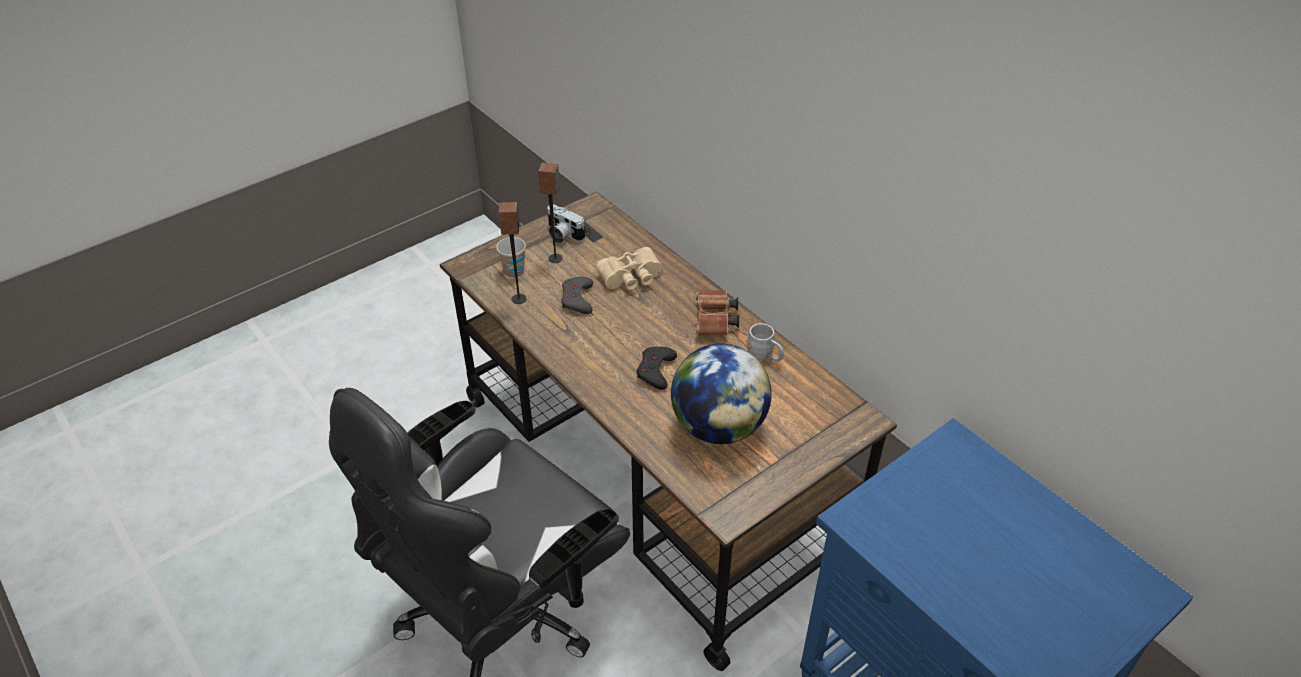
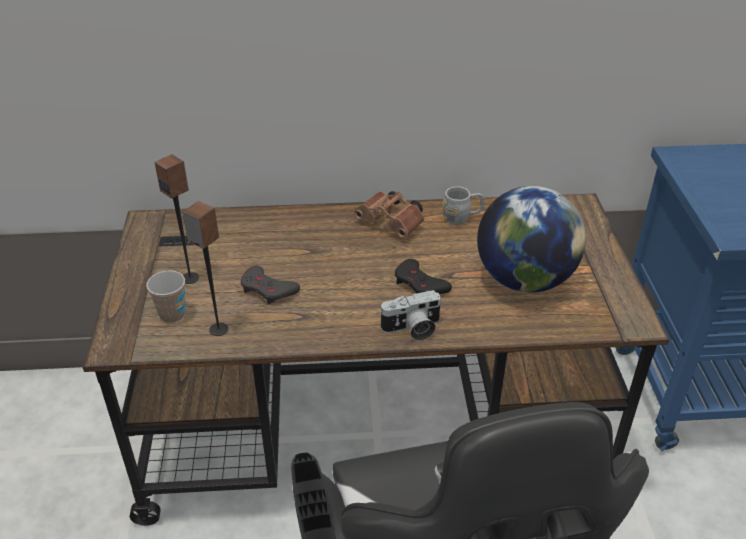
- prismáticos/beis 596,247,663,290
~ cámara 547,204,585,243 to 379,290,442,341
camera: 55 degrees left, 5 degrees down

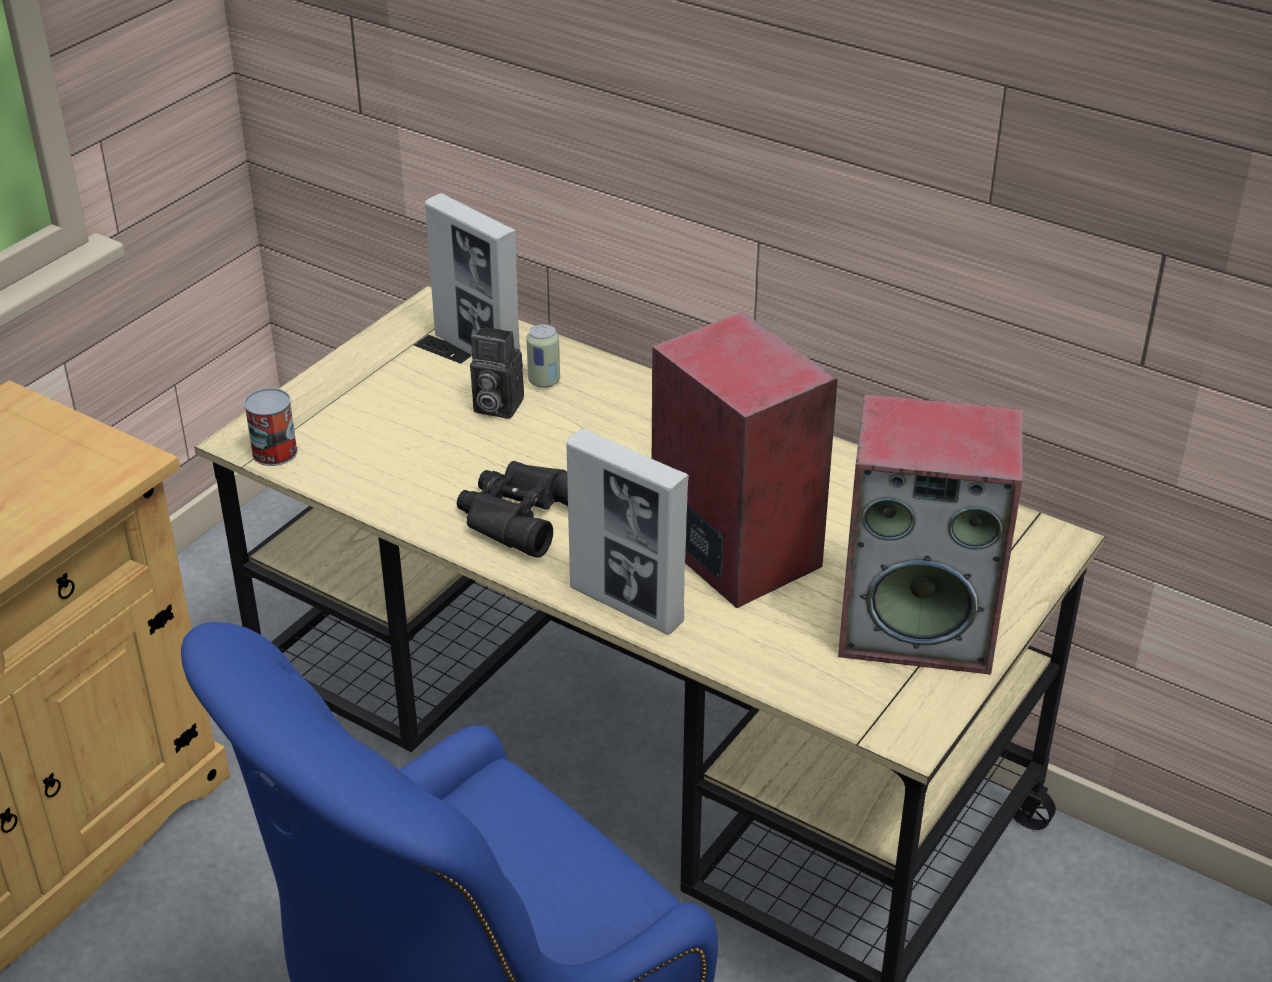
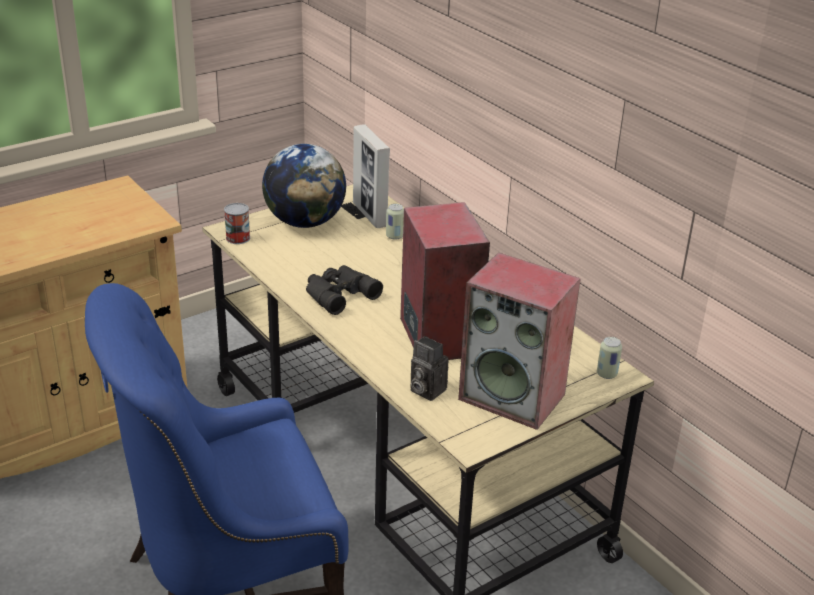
- portarretratos 567,428,689,635
+ globo terráqueo 262,144,346,228
+ lata 597,337,622,379
~ cámara 470,326,524,419 to 411,336,448,401
camera: 20 degrees right, 5 degrees down

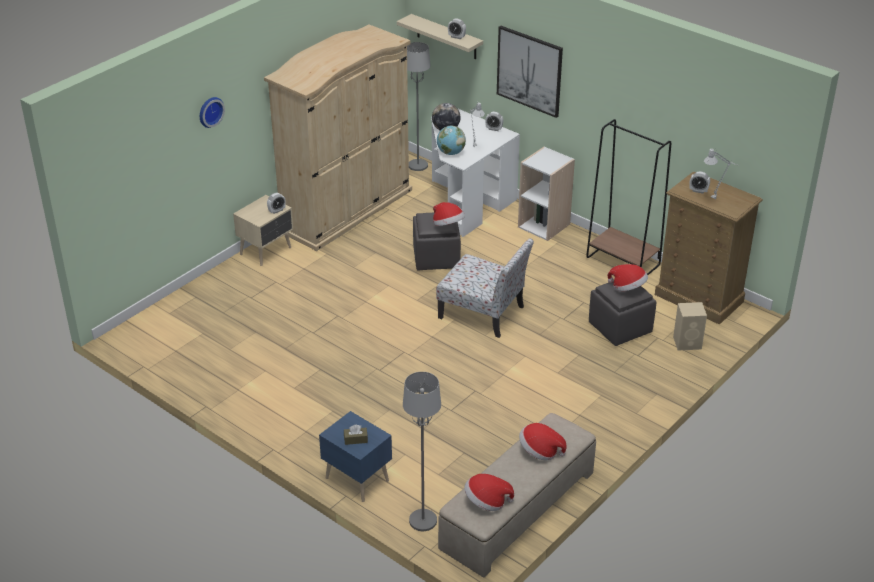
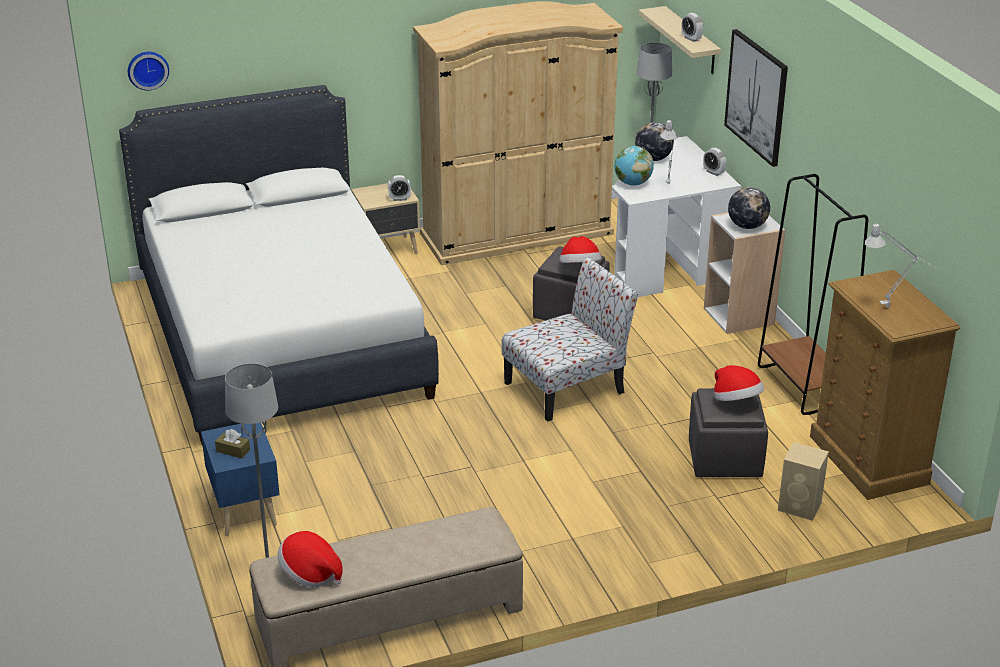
- sombrero 519,423,566,460
- despertador 689,171,710,194
+ cama/blanco 119,85,439,446
+ globo terráqueo 728,187,770,229
~ reloj de pared 200,97,225,128 to 128,52,169,91
~ silla 436,238,534,338 = 501,257,638,422 90 degrees counterclockwise
camera: 30 degrees right, 5 degrees down

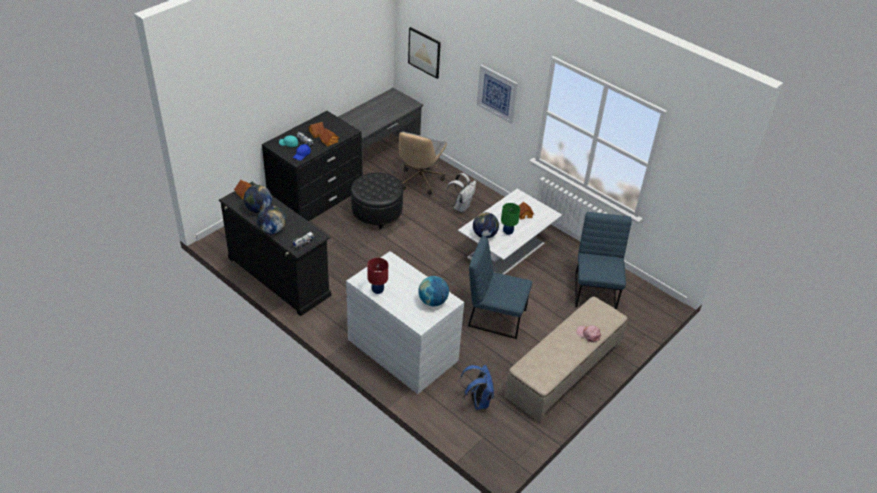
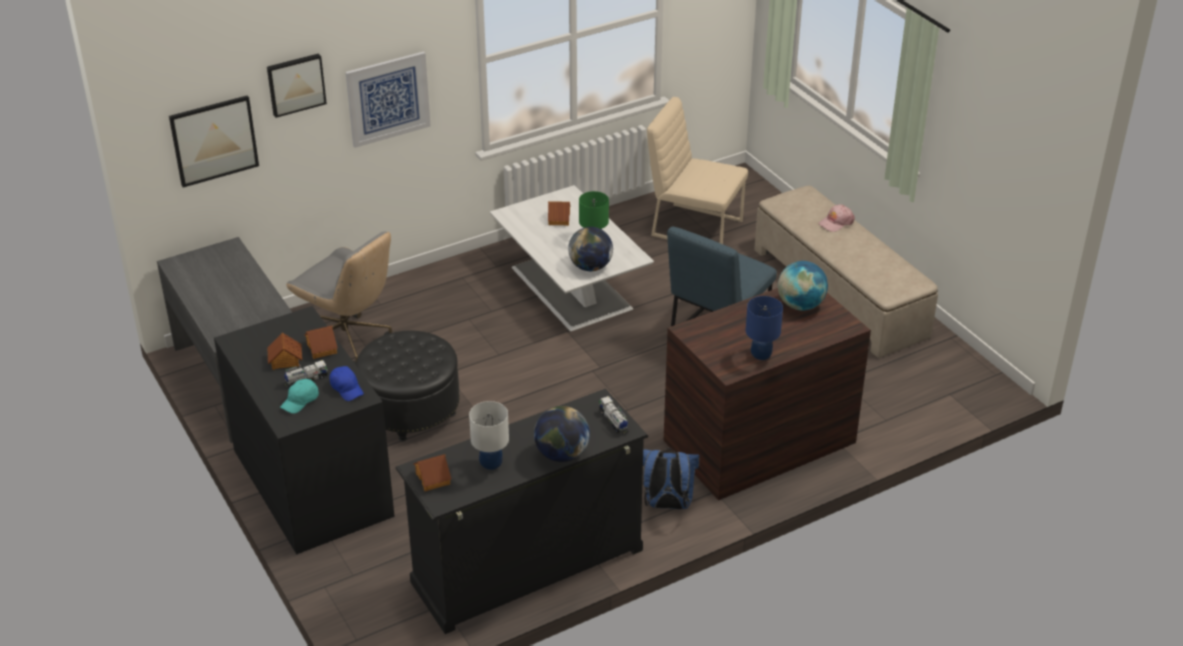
- mochila/blanco 445,173,476,213
+ cuadro 267,53,327,118
~ mochila/azul 460,365,494,409 to 643,448,699,509
~ globo terráqueo 244,185,272,213 to lámpara de mesa/blanco 469,401,509,470
~ cómoda/blanco 346,251,464,394 to cómoda/marrón 663,288,871,500
~ lámpara de mesa/rojo 367,258,388,294 to lámpara de mesa/azul 746,296,783,360
~ silla/azul 575,212,632,310 to silla/beis 647,97,748,244
camera: 70 degrees left, 5 degrees down

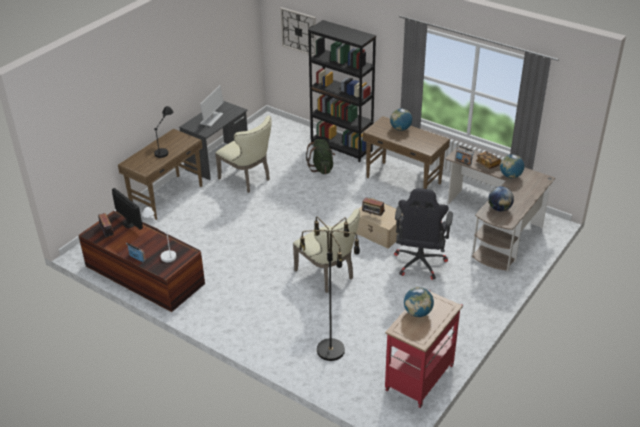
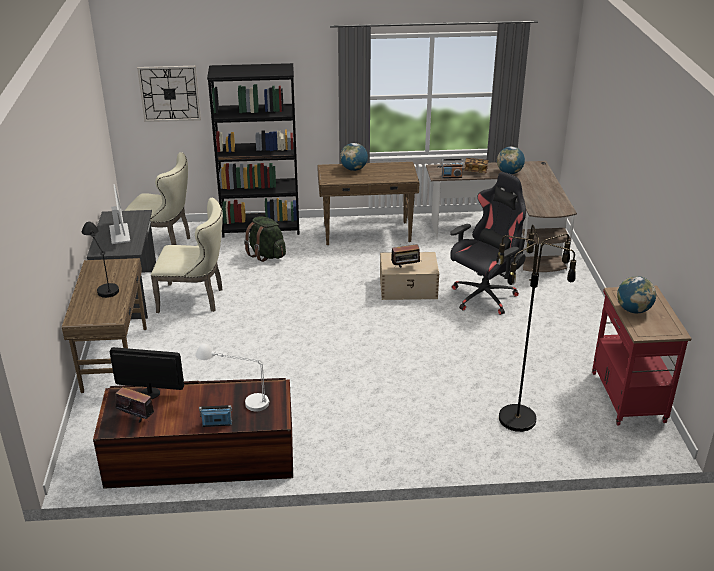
- globo terráqueo 488,186,514,211
~ silla/beis 293,209,360,293 to 125,152,190,245
~ silla de oficina/negro 394,188,453,280 = 450,172,526,315 105 degrees counterclockwise
camera: 40 degrees left, 5 degrees down

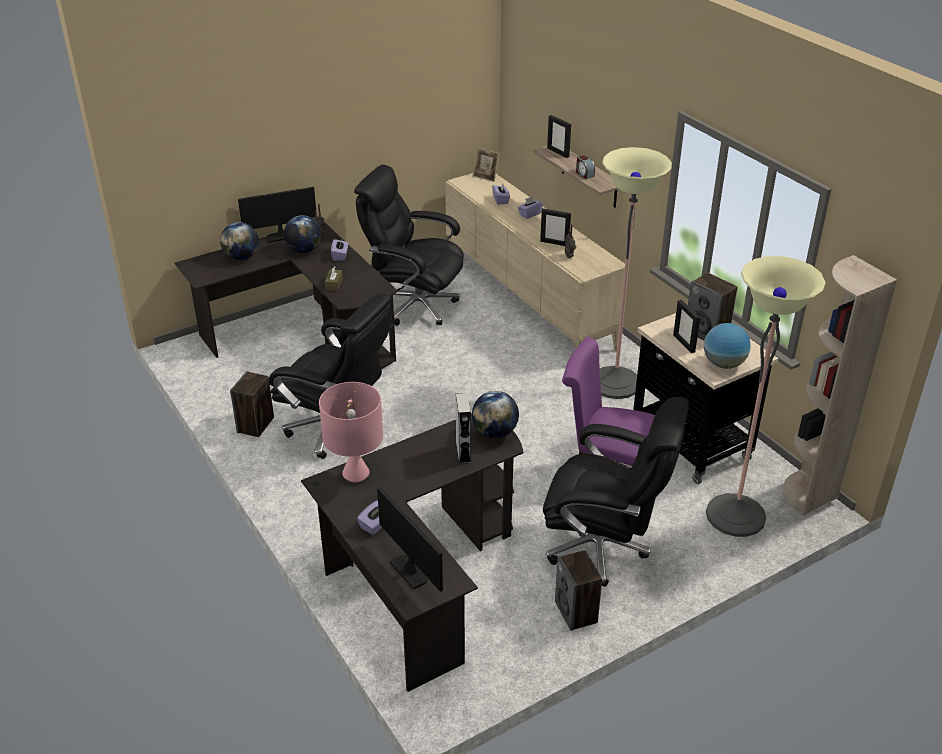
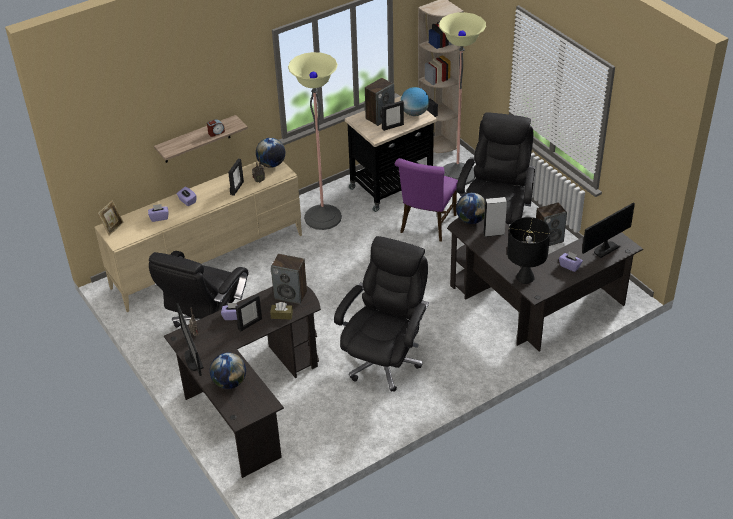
~ altavoz 230,371,274,437 to 271,254,307,304
~ globo terráqueo 284,215,321,253 to 256,138,285,168
~ portarretratos 547,115,571,158 to 235,294,262,331
~ lámpara de mesa/rosa 319,382,383,482 to lámpara de mesa/negro 507,217,550,284
camera: 90 degrees left, 5 degrees up

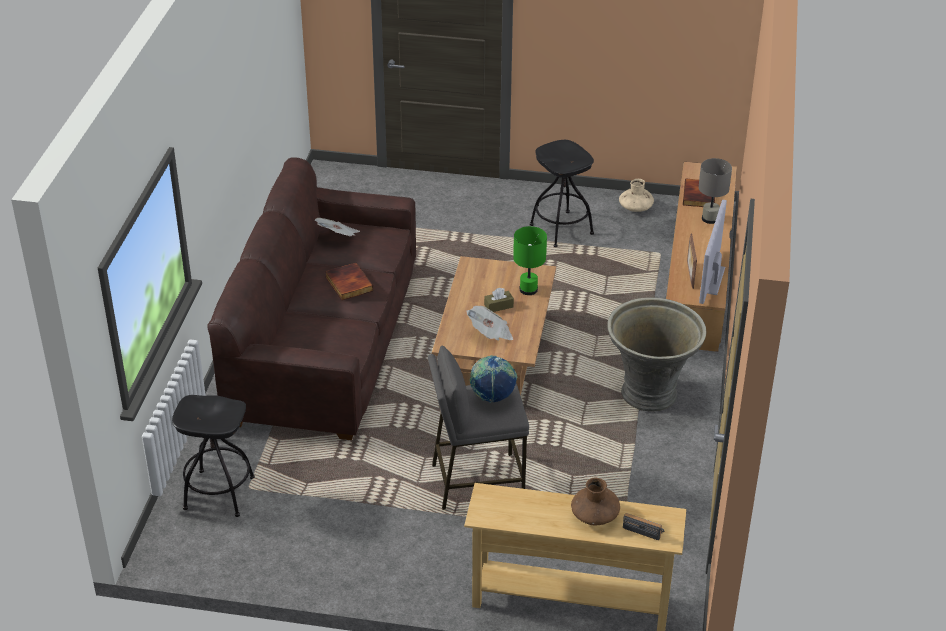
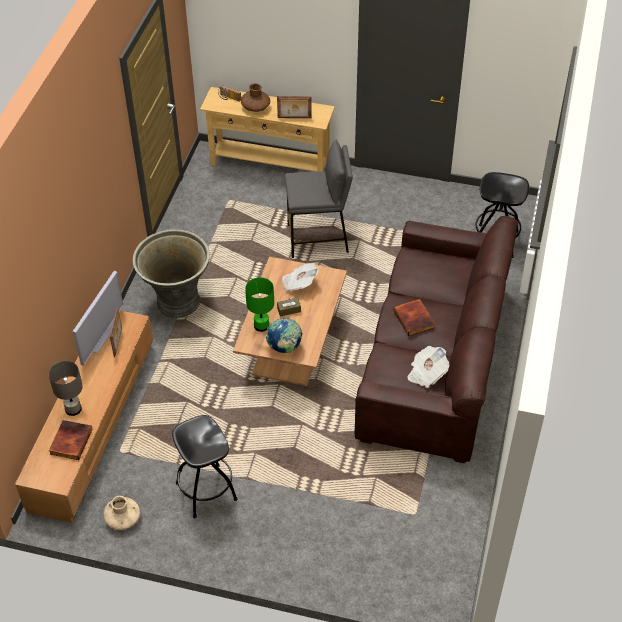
+ portarretratos 277,96,312,118
~ globo terráqueo 470,355,517,403 to 266,318,303,353
camera: 175 degrees left, 10 degrees up

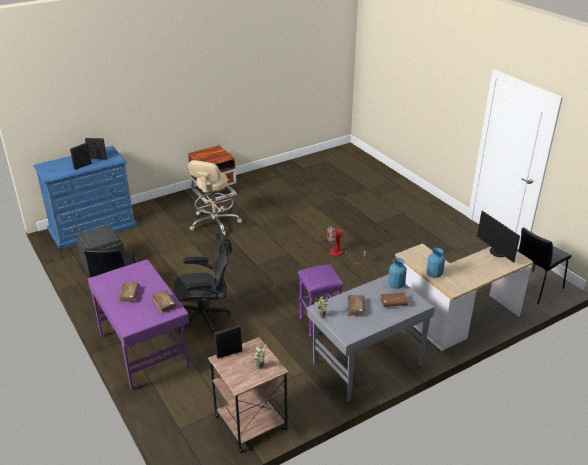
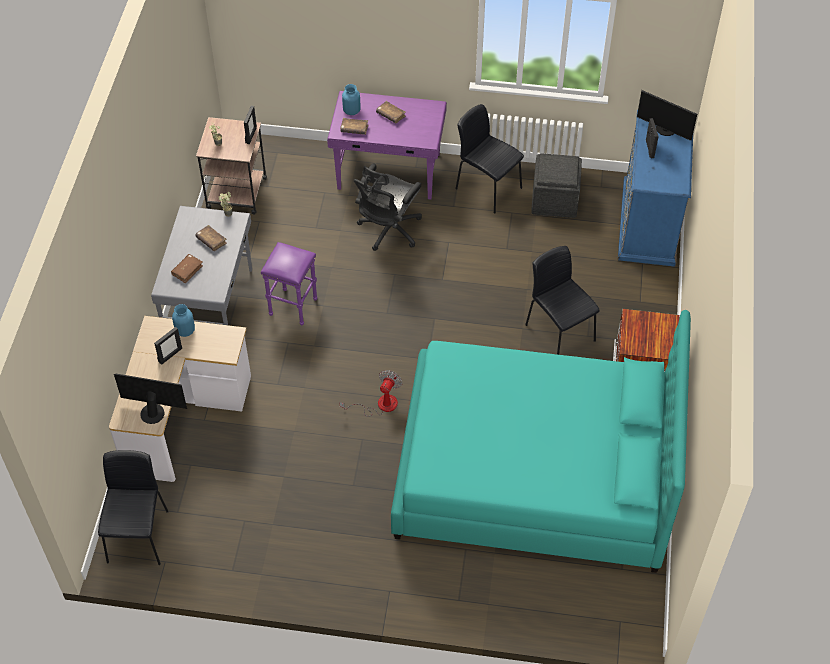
+ cama/turquesa 391,310,691,573
+ monitor 637,90,697,140
~ portarretratos 85,138,107,160 to 154,327,182,365
~ florero/azul 388,258,407,289 to 342,84,361,115
~ taburete/beis 188,160,242,236 to silla/negro 525,246,600,355
camera: 130 degrees right, 20 degrees up

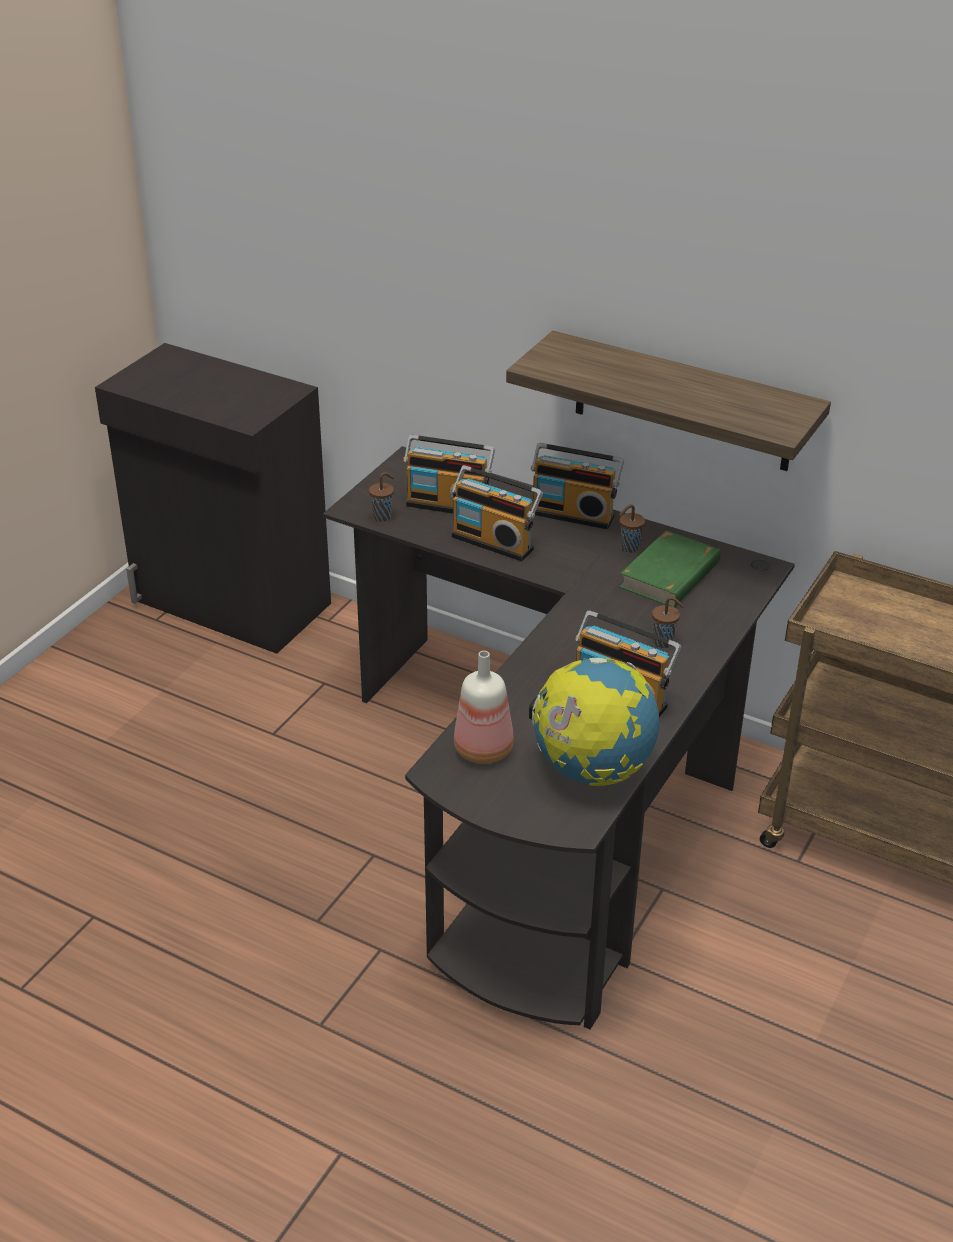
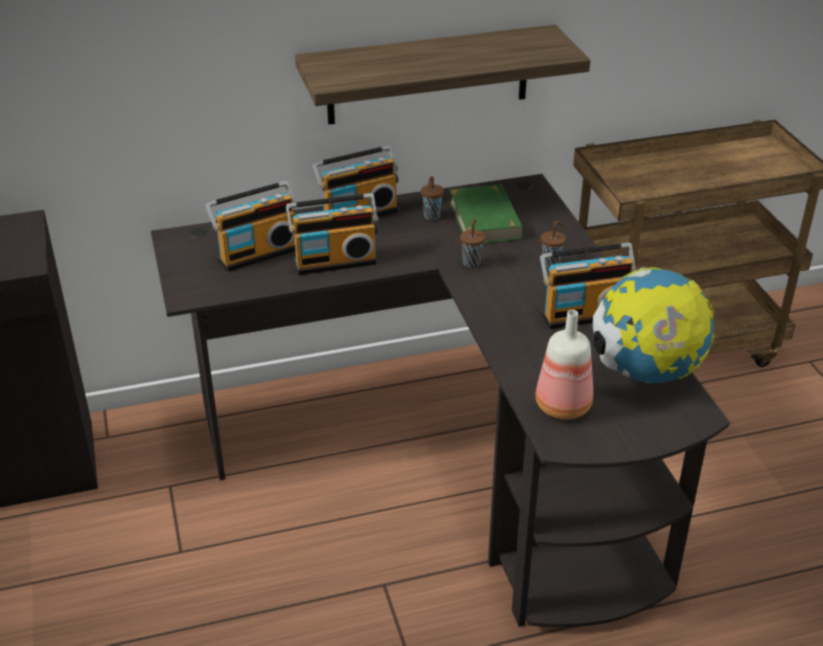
~ taza/marrón 369,472,394,522 to 460,218,485,268
camera: 45 degrees left, 0 degrees up

